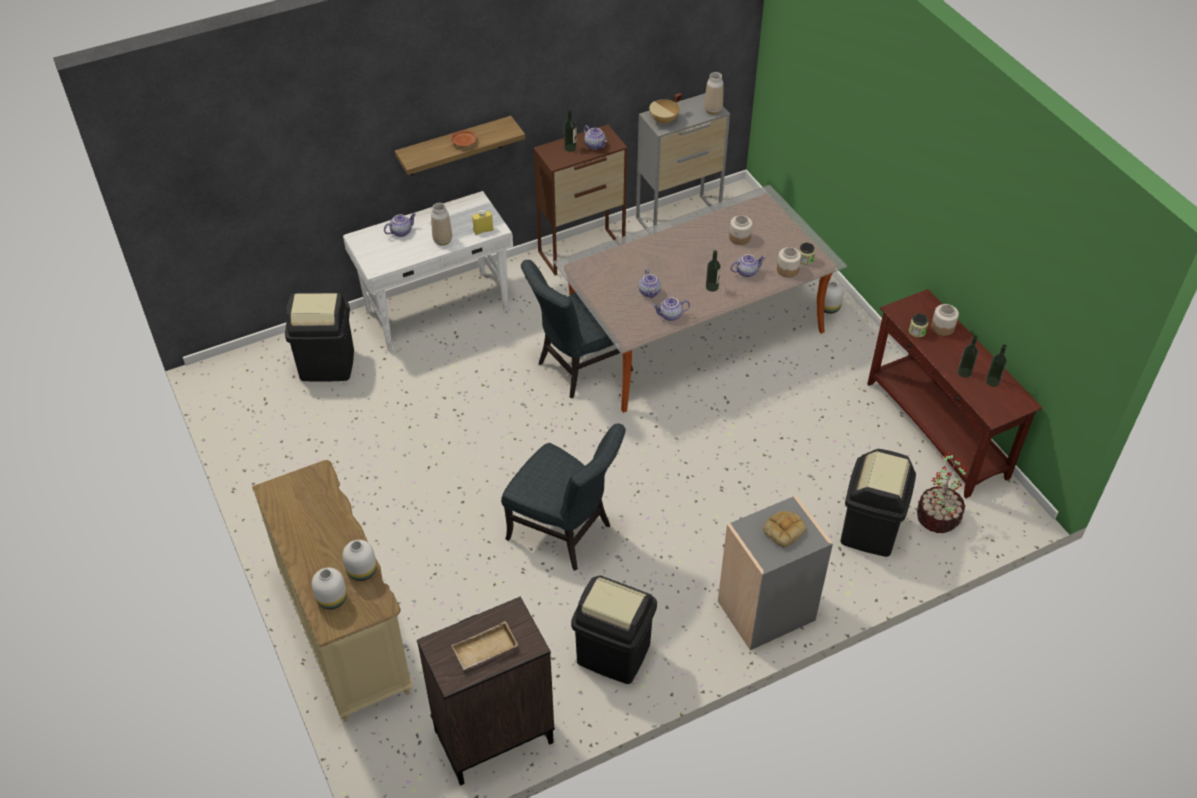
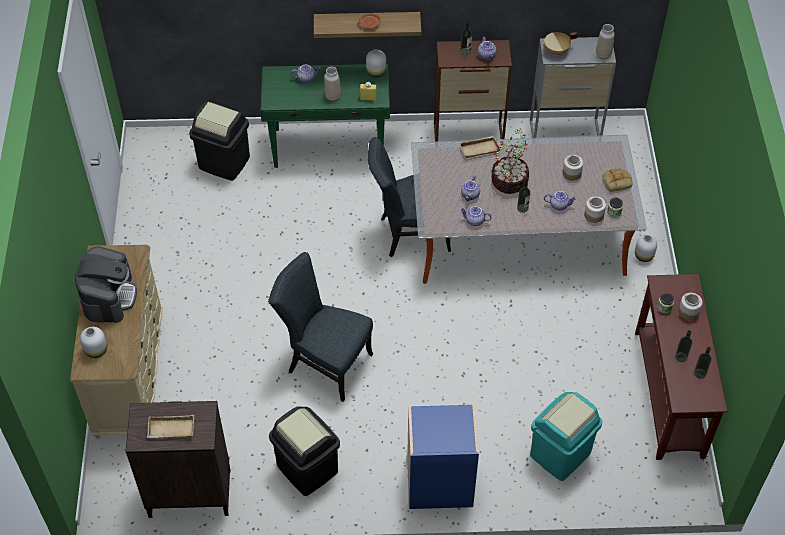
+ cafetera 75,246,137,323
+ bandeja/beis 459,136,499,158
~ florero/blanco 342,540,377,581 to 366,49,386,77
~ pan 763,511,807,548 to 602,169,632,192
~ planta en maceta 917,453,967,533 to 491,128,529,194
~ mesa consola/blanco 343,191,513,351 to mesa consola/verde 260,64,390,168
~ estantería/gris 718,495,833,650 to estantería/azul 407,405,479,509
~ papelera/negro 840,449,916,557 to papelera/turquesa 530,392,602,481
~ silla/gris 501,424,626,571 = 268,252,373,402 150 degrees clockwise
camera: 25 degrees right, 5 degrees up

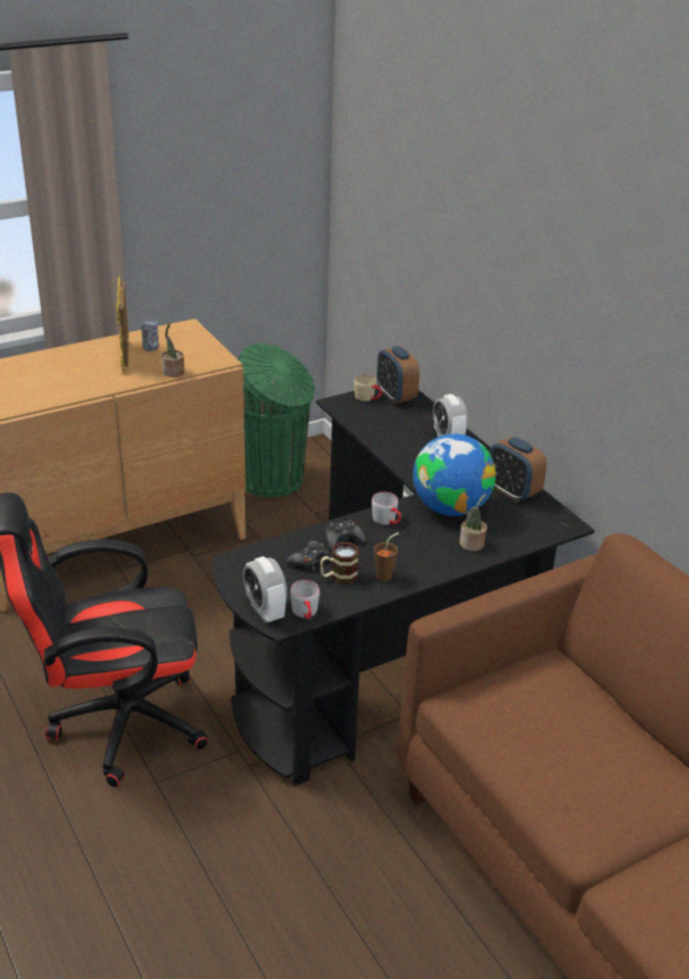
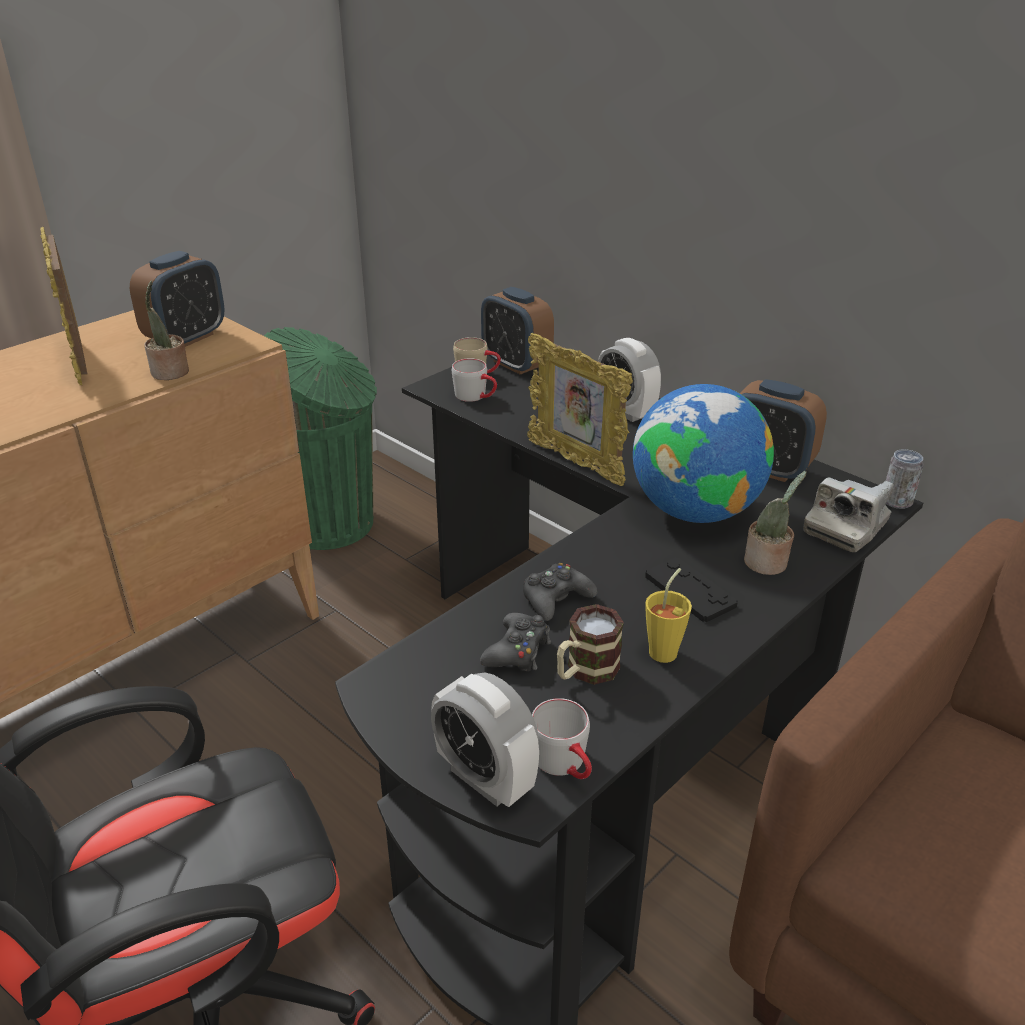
+ despertador 130,251,225,347
+ portarretratos 527,333,633,486
+ mando de consola/negro 645,557,738,622
+ cámara 804,478,894,552
~ lata 141,319,159,351 to 886,449,923,509
~ taza grande/gris 372,492,401,525 to 452,358,497,402
~ taza/marrón 374,532,399,581 to taza/amarillo 645,568,692,663
camera: 15 degrees left, 0 degrees up

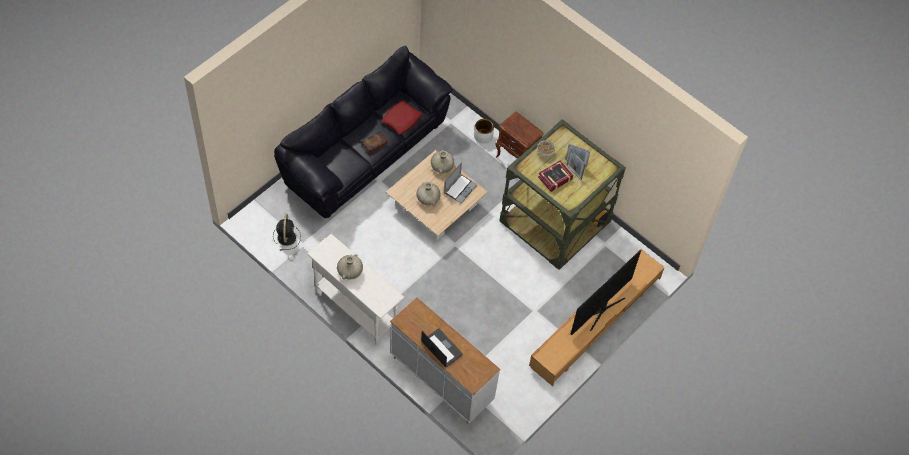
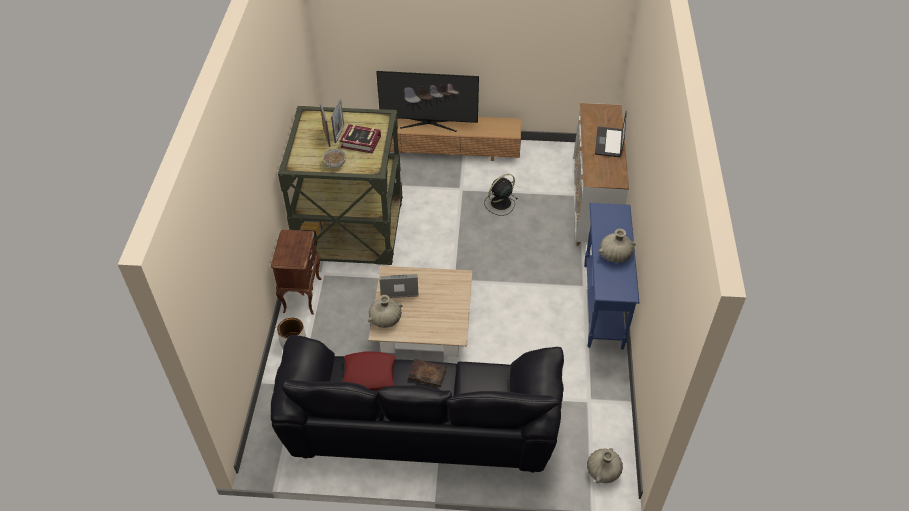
~ ventilador/negro 273,214,301,250 to 484,174,518,216
~ florero/beis 416,182,441,206 to 587,448,623,483
~ mesa consola/blanco 307,234,405,345 to mesa consola/azul 584,203,639,350
camera: 125 degrees left, 10 degrees down

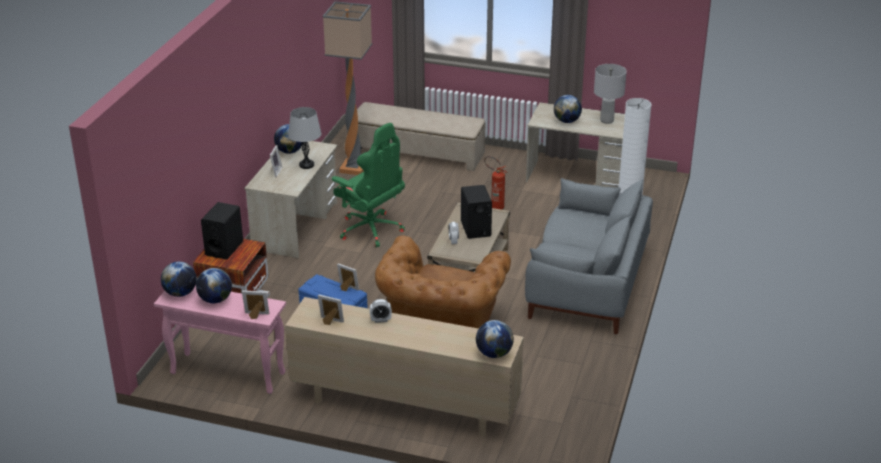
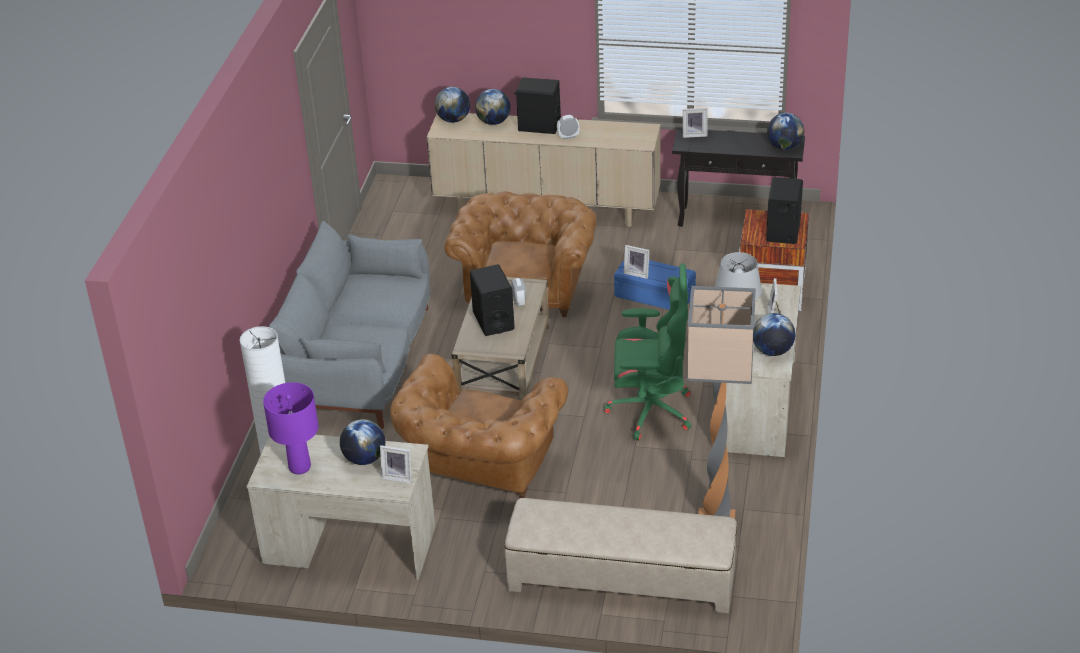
+ altavoz/negro 514,77,561,134
~ globo terráqueo 196,268,232,303 to 475,89,511,125
~ portarretratos 318,294,344,325 to 380,445,412,483
~ extintor 484,156,507,210 to sillón/marrón 390,354,568,498
~ mesa consola/rosa 154,285,286,394 to mesa consola/negro 672,128,805,227
~ lámpara de mesa/gris 594,64,627,124 to lámpara de mesa/morado 263,382,319,474
~ silla de oficina/verde 332,123,405,247 = 604,263,692,440 150 degrees clockwise
camera: 175 degrees right, 5 degrees up

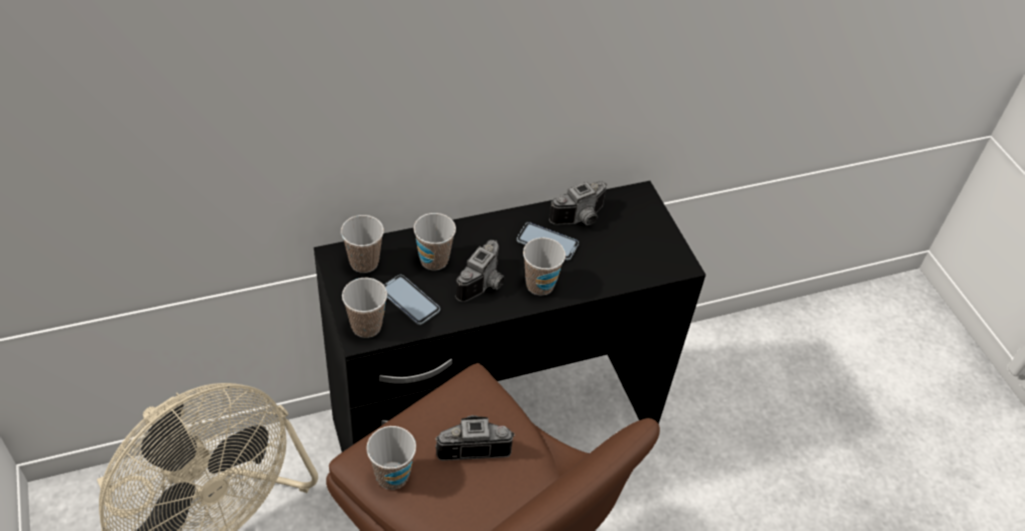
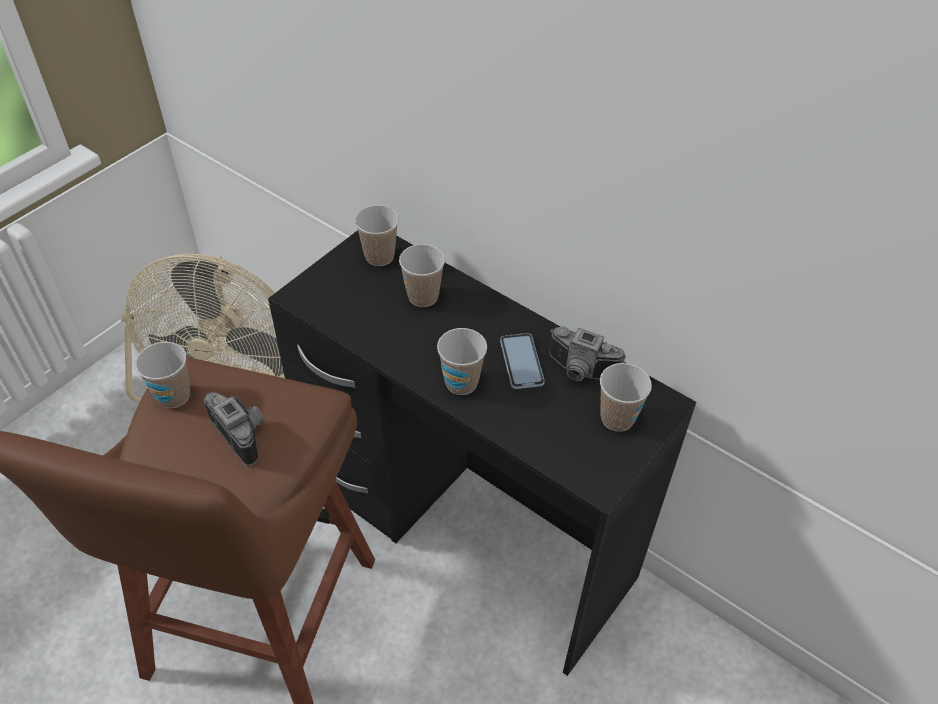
- móvil 384,275,440,325
- cámara 456,240,504,302
~ taza 342,278,387,338 to 600,363,652,432
camera: 60 degrees right, 0 degrees up

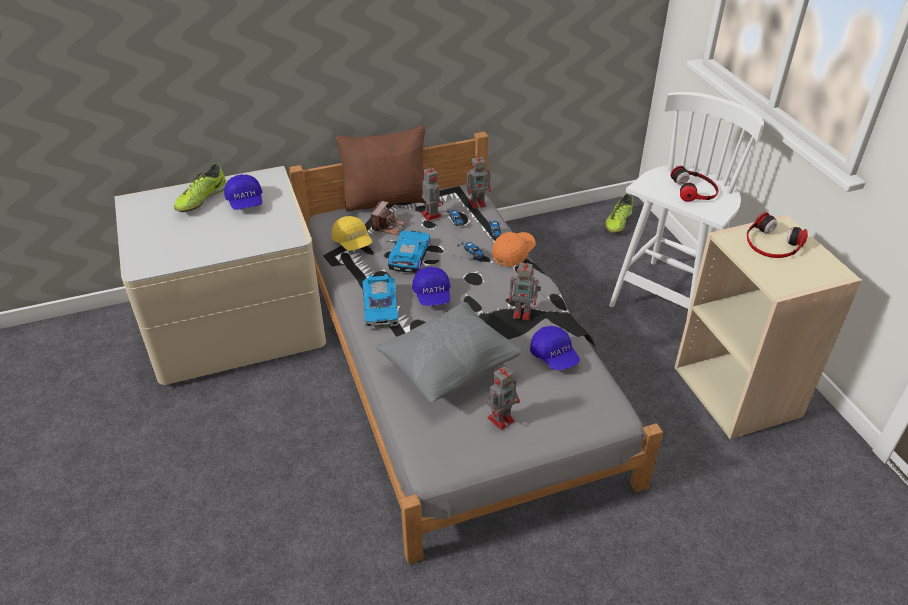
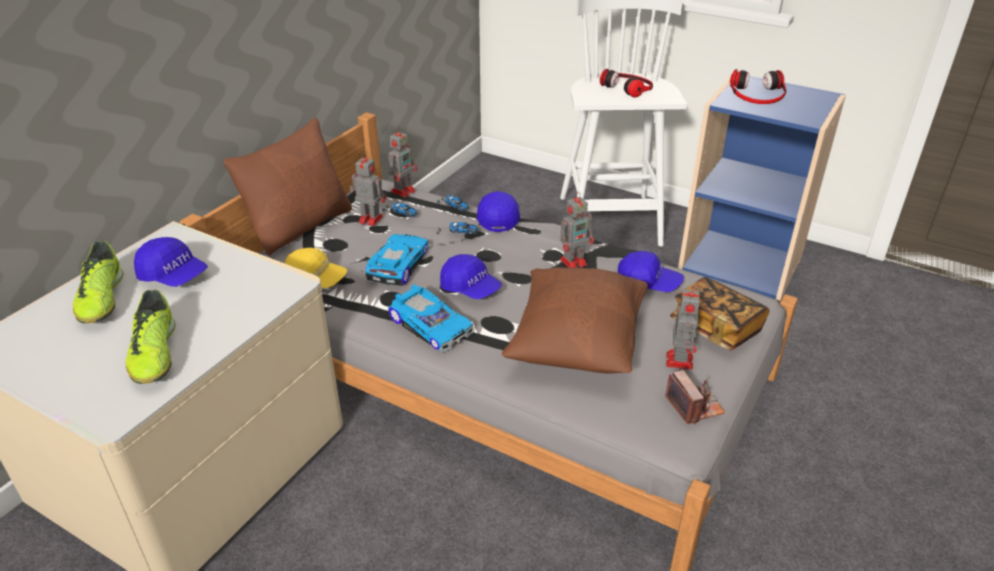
+ libro 670,277,769,350
~ cámara 371,201,405,235 to 665,370,725,425
~ zapato 605,194,633,233 to 126,290,176,384
~ cojín/gris 376,302,522,402 to cojín/marrón 502,267,648,373
~ gorra/naranja 492,232,536,267 to gorra/azul 477,191,520,232
~ estantería/beis 674,215,862,439 to estantería/azul 678,76,846,301
~ coche de juguete 388,230,431,273 = 365,234,429,286 45 degrees clockwise
camera: 40 degrees left, 5 degrees down

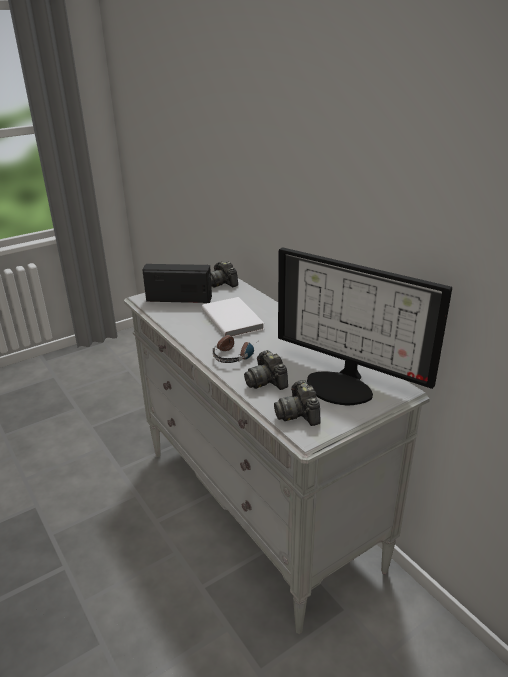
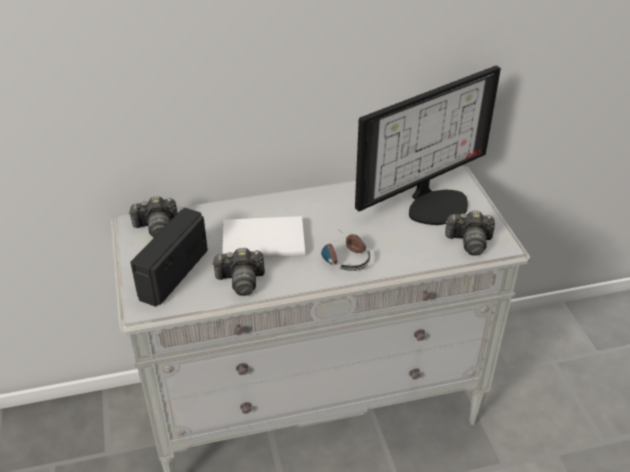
~ cámara 244,350,288,390 to 212,247,265,296
camera: 70 degrees left, 10 degrees up

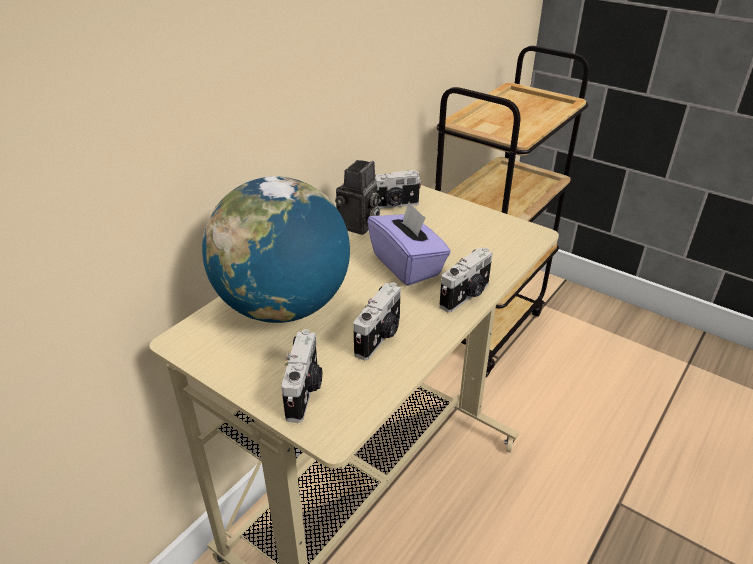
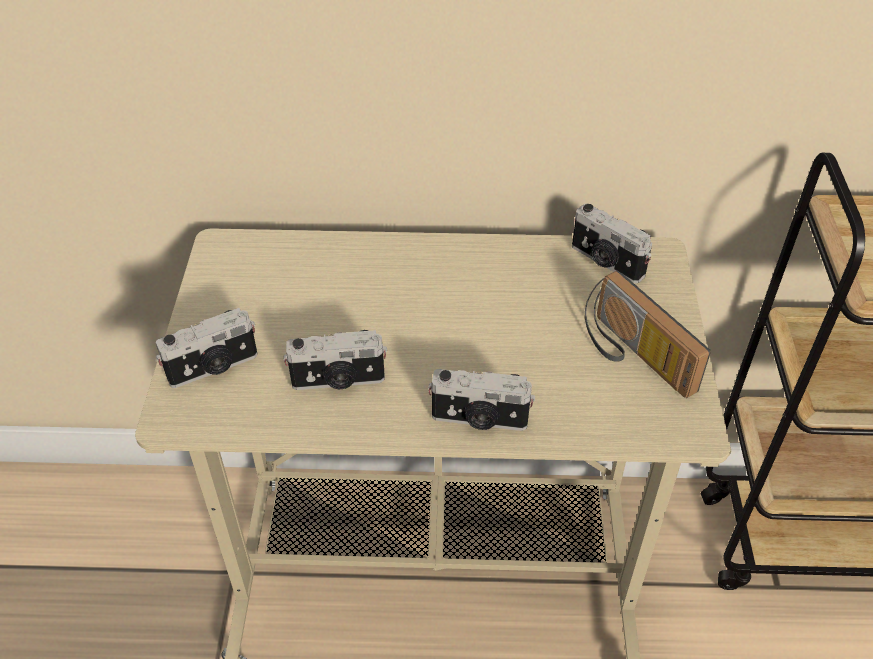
- globo terráqueo 202,176,350,323
- cámara 335,160,380,235
- caja de pañuelos/morado 367,202,451,286
+ radio 585,271,710,398
camera: 55 degrees right, 10 degrees up

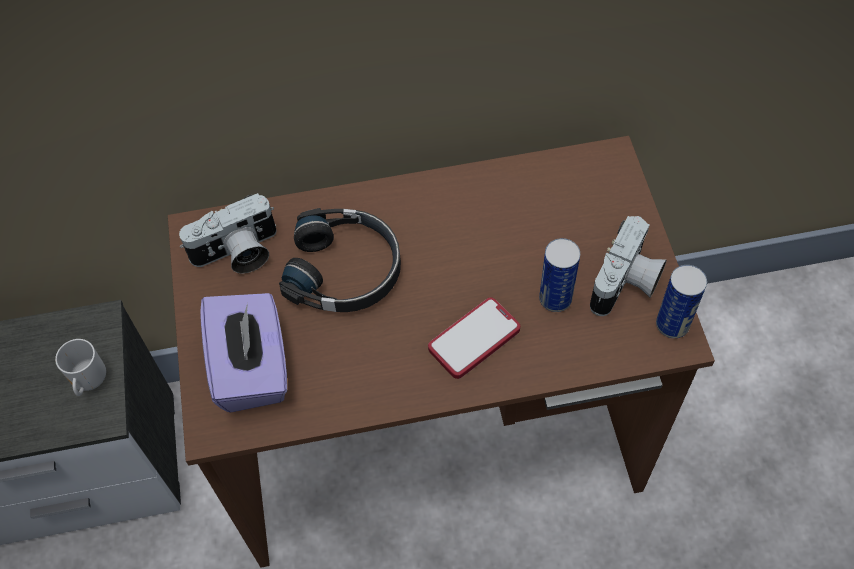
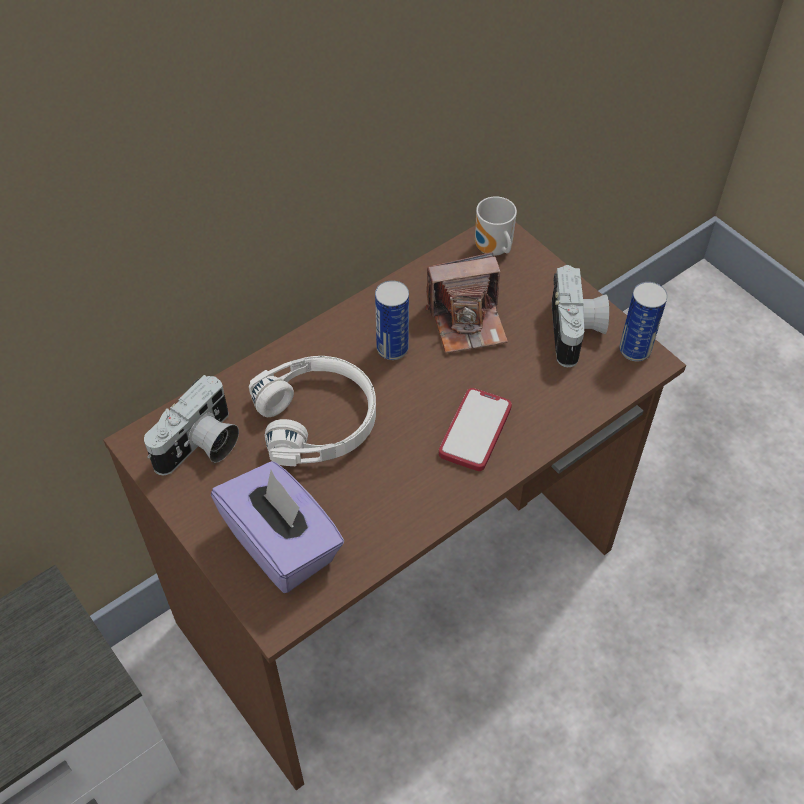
+ cámara 425,252,508,353
~ taza grande 55,339,106,396 to 475,196,517,256
~ lata 539,238,580,312 to 375,280,409,360
~ auriculares/negro 279,208,401,312 to auriculares/blanco 249,356,376,466
camera: 30 degrees left, 5 degrees down

